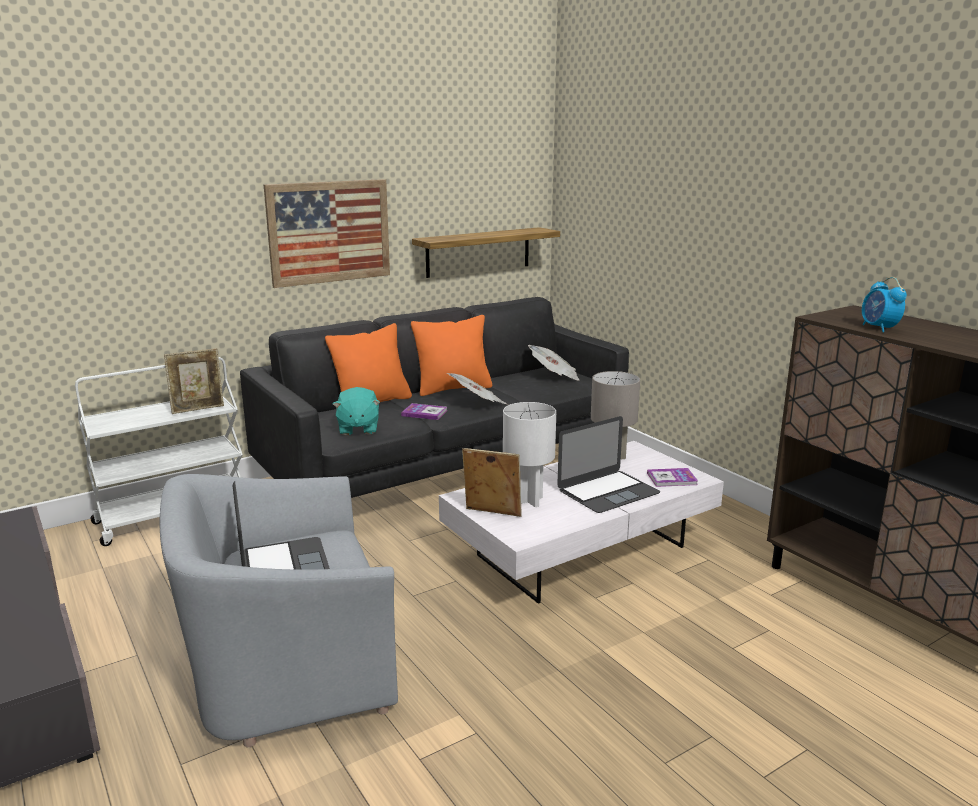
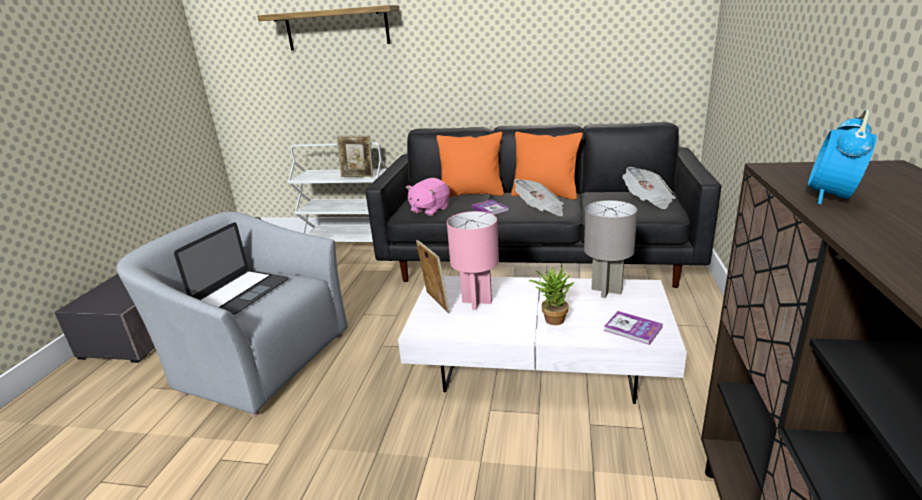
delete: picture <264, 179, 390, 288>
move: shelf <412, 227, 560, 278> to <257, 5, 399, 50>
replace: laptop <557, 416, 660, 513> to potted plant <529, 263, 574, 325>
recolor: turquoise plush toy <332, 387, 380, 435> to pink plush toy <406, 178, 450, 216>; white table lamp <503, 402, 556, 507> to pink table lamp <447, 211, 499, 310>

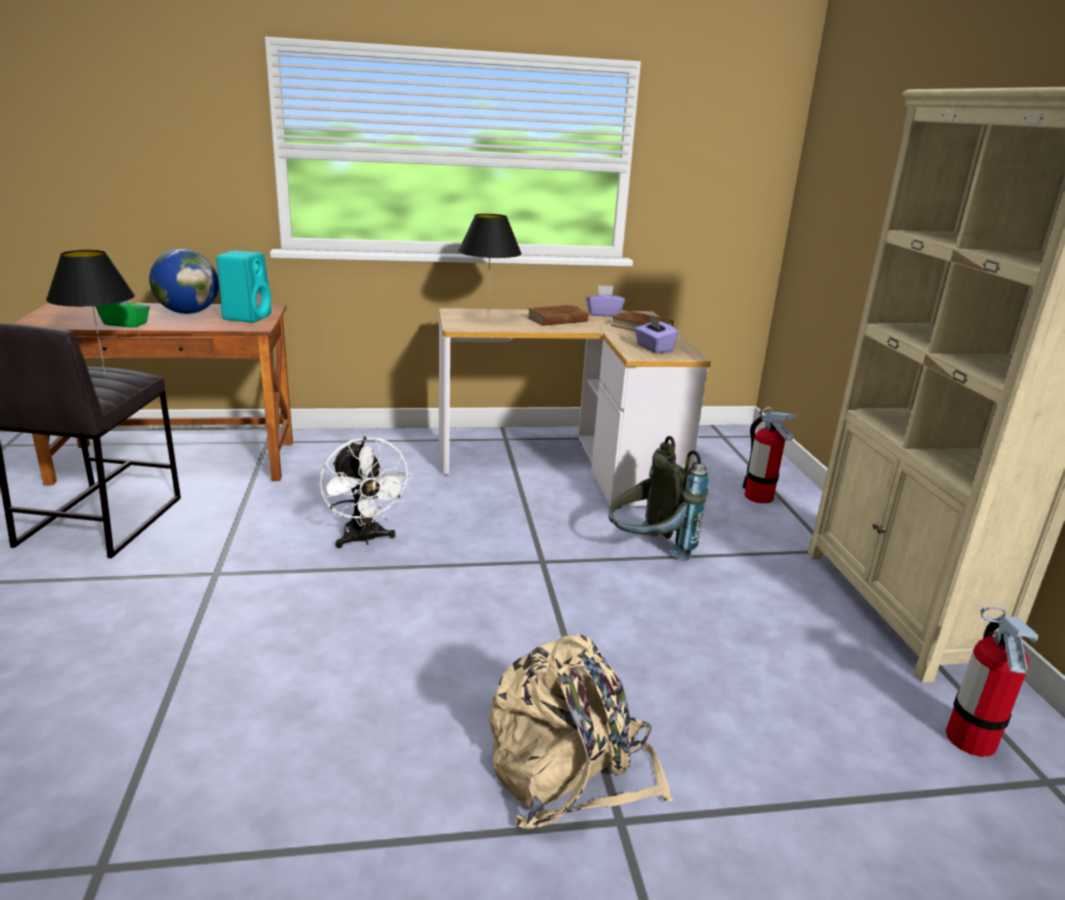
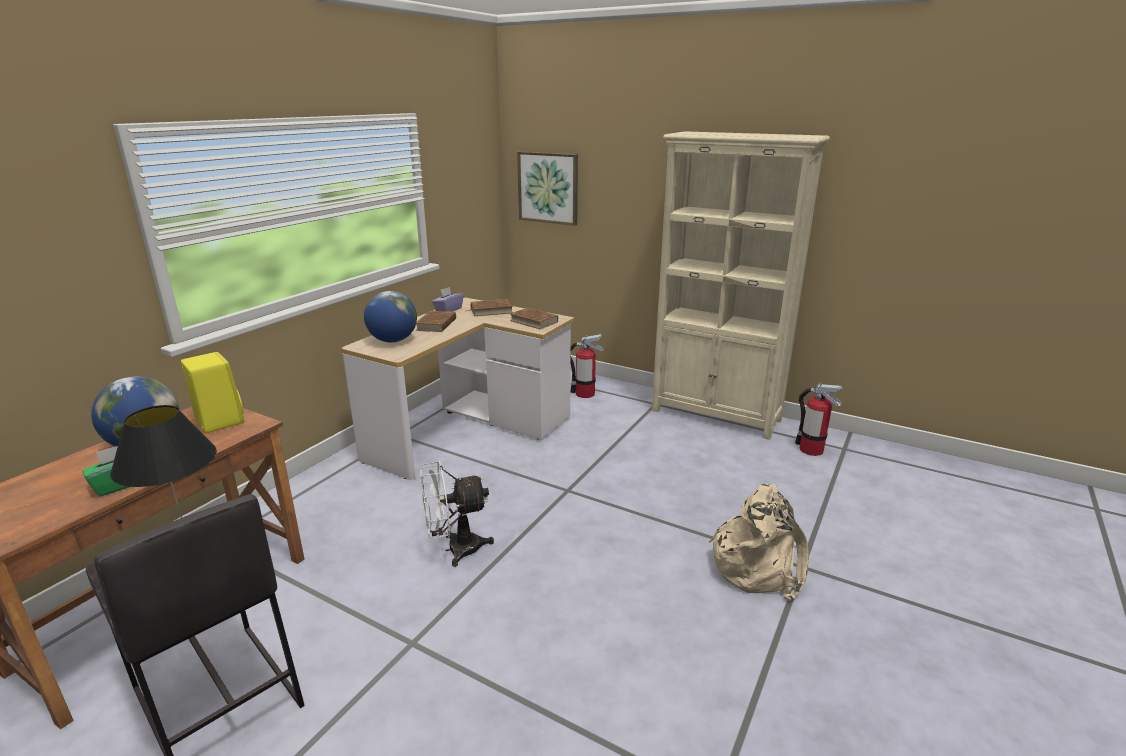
delete: grey backpack <608, 436, 708, 561>
insert: picture <517, 151, 578, 226>
replace: black table lamp <458, 214, 522, 317> to globe <364, 291, 417, 343>; purple tissue box <635, 316, 679, 353> to brown book <510, 307, 558, 329>
recolor: turquoise speaker <217, 250, 271, 323> to yellow speaker <181, 352, 244, 433>
rotate: white fan <319, 436, 413, 548> = <420, 461, 494, 567> 150 degrees clockwise

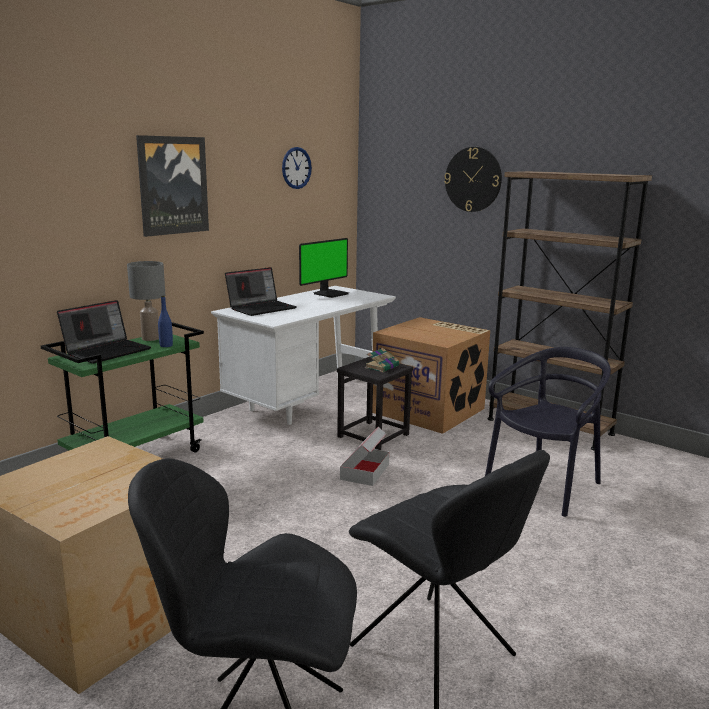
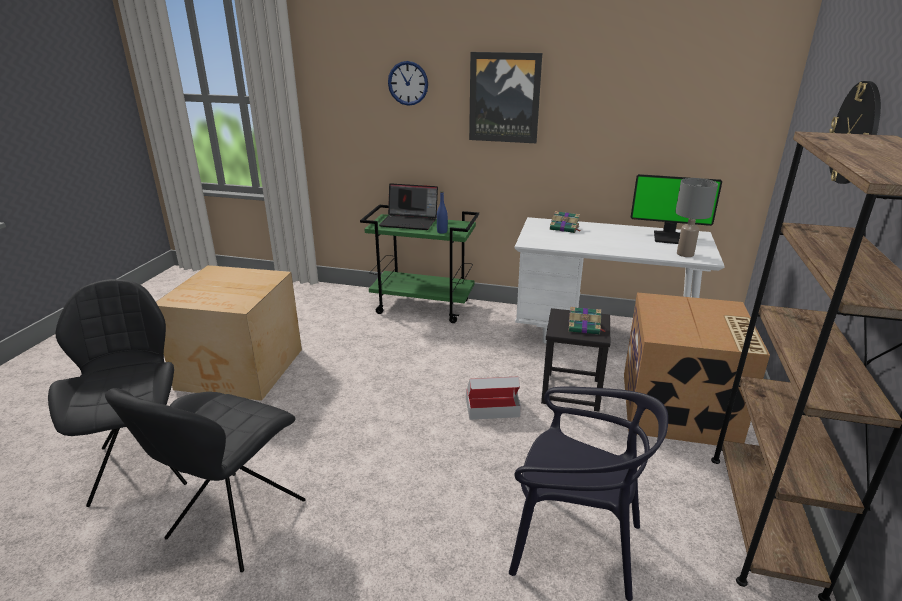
move: wall clock <282, 147, 312, 189> to <388, 61, 428, 106>; grey table lamp <127, 261, 165, 341> to <675, 178, 718, 257>
replace: laptop <225, 267, 297, 316> to book <550, 211, 581, 233>

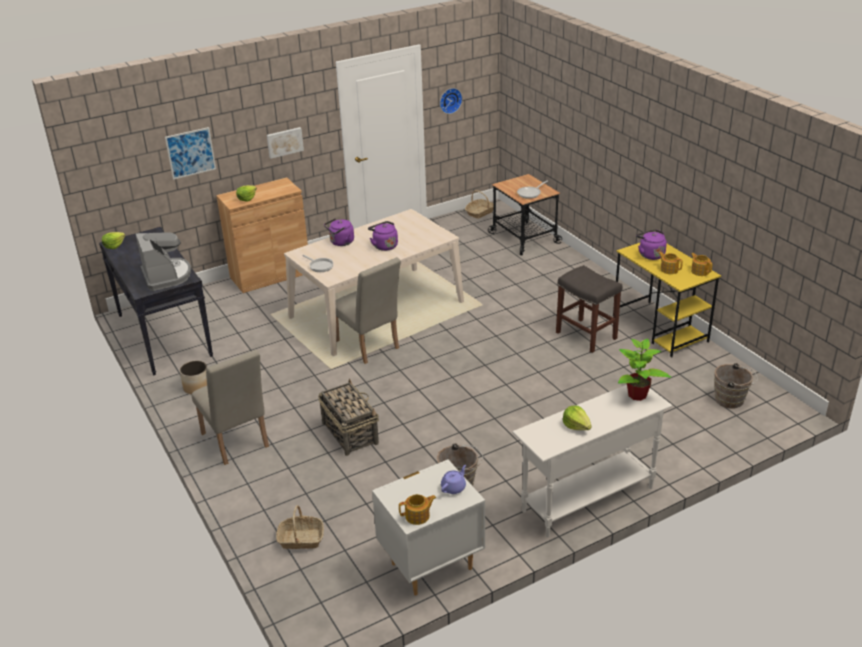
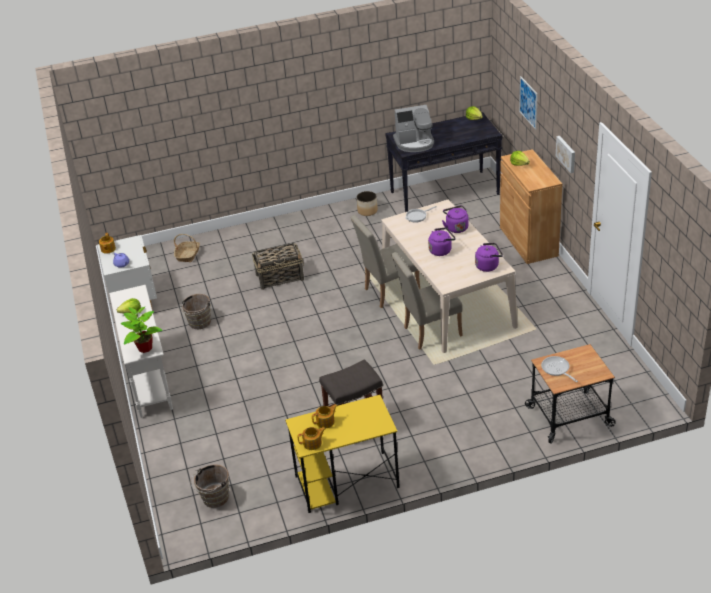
delete: wall clock <440, 88, 462, 114>; basket <465, 190, 493, 218>
move: purple kettle <636, 229, 667, 260> to <475, 243, 503, 272>; beige chair <192, 350, 269, 465> to <391, 252, 463, 350>

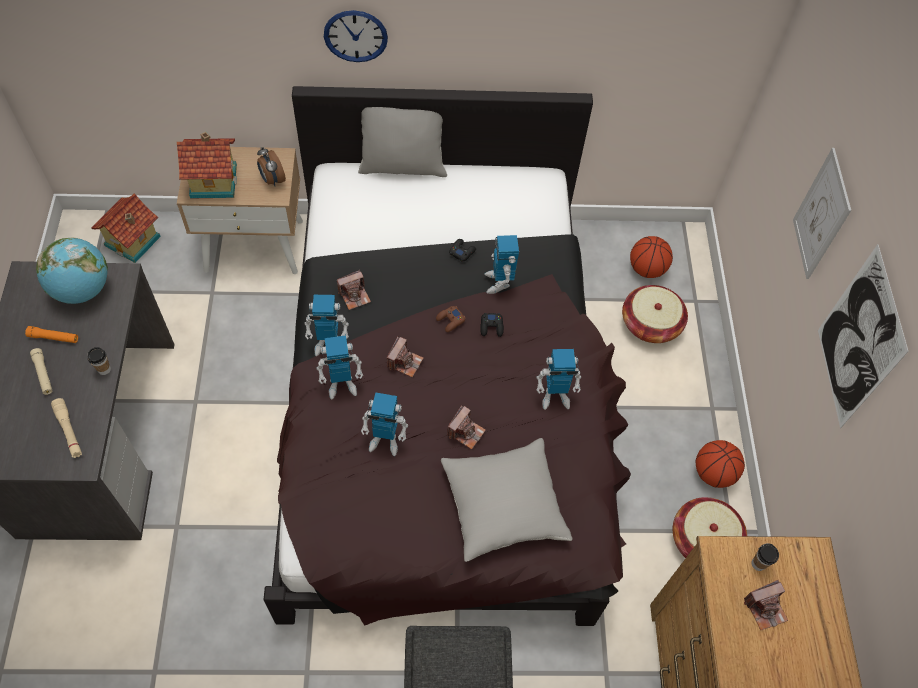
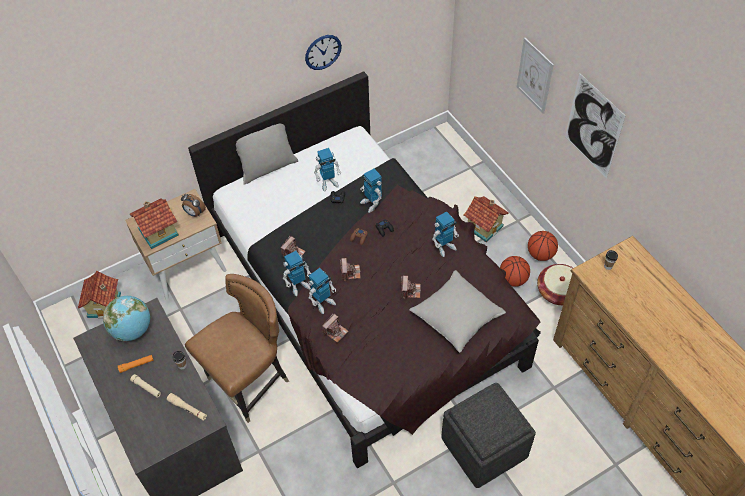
delete: basket <622, 285, 688, 343>
insert: toy house <464, 196, 508, 242>; brown chair <185, 274, 289, 423>
move: wall clock <324, 10, 388, 62> to <305, 35, 342, 70>; basketball <630, 236, 673, 278> to <500, 256, 530, 287>; toy robot <361, 392, 408, 456> to <314, 148, 341, 192>; photo camera <744, 580, 788, 630> to <322, 314, 349, 343>

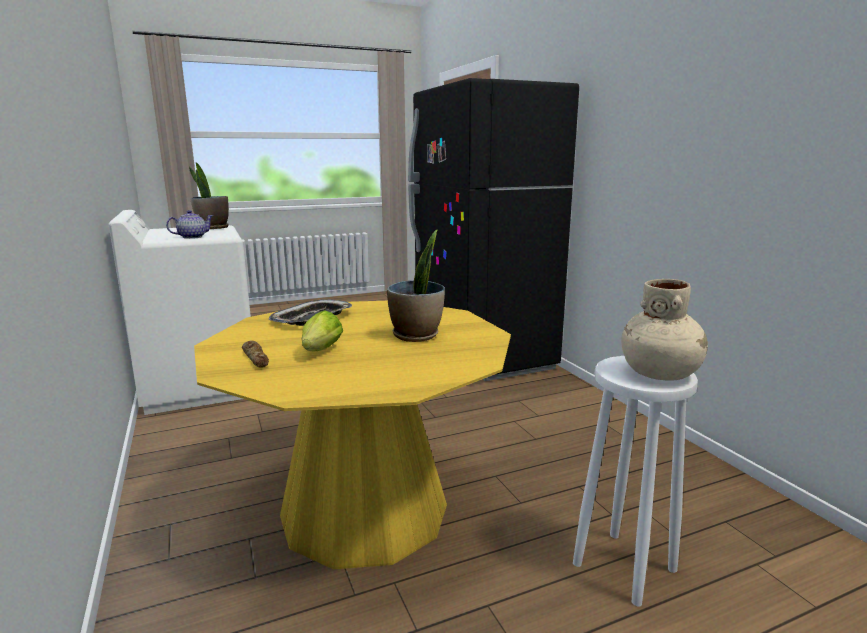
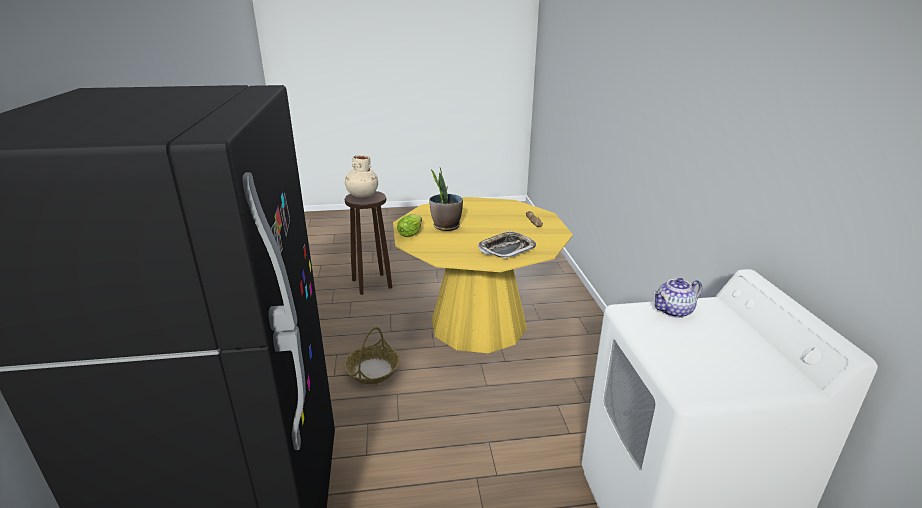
delete: potted plant <189, 162, 229, 229>
insert: basket <344, 327, 400, 384>
move: lettuce <302, 310, 343, 351> to <397, 214, 422, 237>
recolor: white stool <573, 356, 698, 606> to brown stool <345, 191, 392, 295>

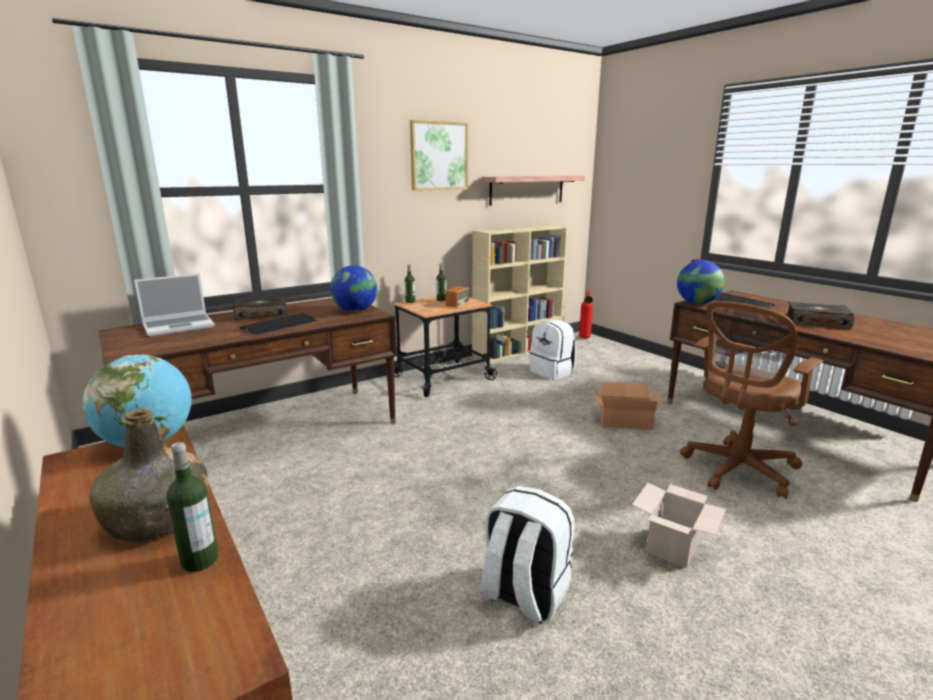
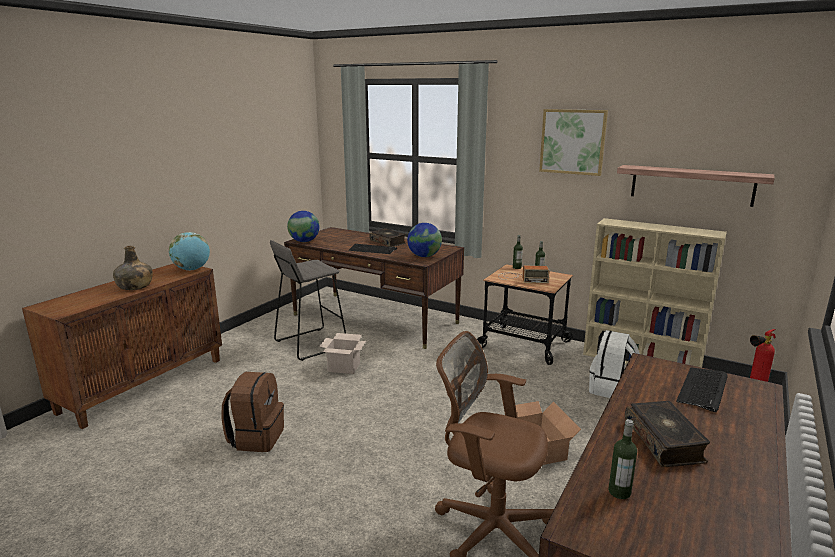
delete: laptop <134, 273, 215, 337>
insert: grey stool <270, 240, 346, 361>
move: globe <677, 260, 725, 304> to <287, 211, 319, 242>; bottle <167, 442, 218, 572> to <608, 419, 637, 499>; cardboard box <632, 483, 726, 569> to <319, 333, 366, 374>
recolor: white backpack <481, 486, 574, 624> to brown backpack <221, 372, 284, 452>

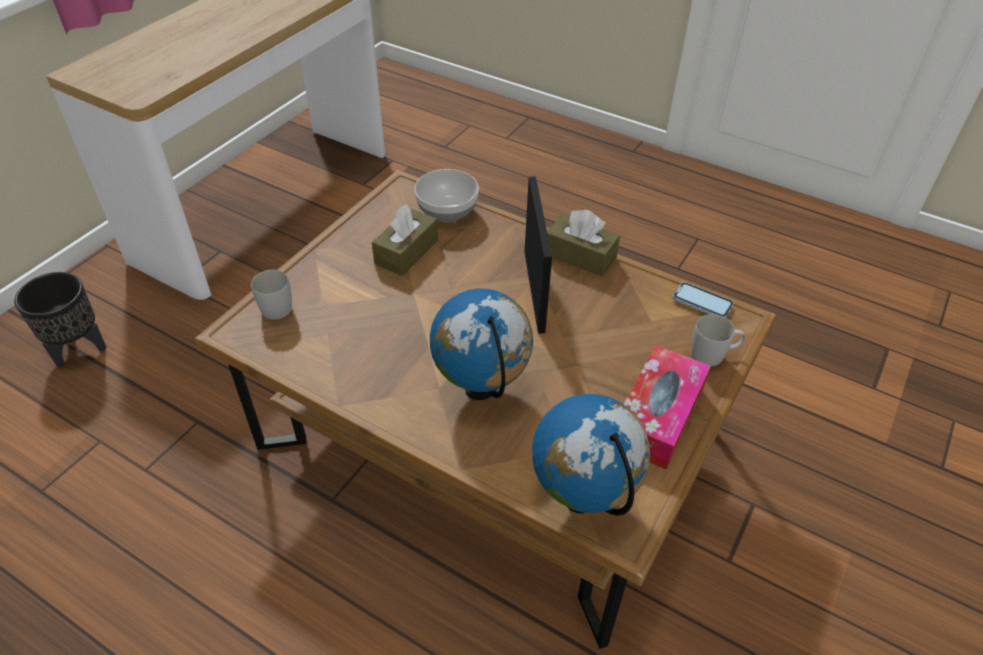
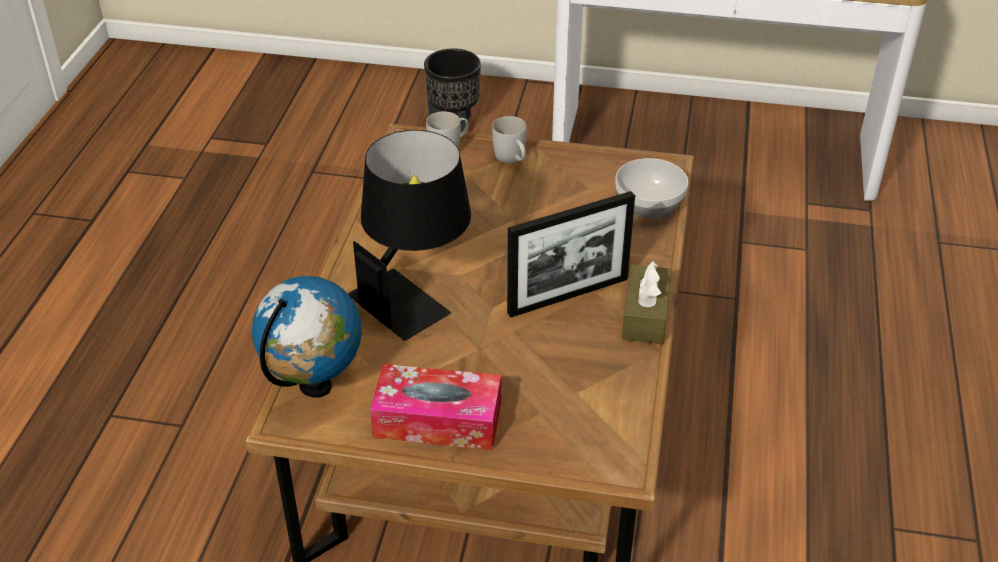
delete: brown tissue box <372, 205, 438, 276>; phone <673, 282, 734, 318>
move: white mug <691, 314, 745, 366> to <492, 116, 527, 163>
replace: globe <430, 289, 533, 400> to black table lamp <348, 130, 471, 341>

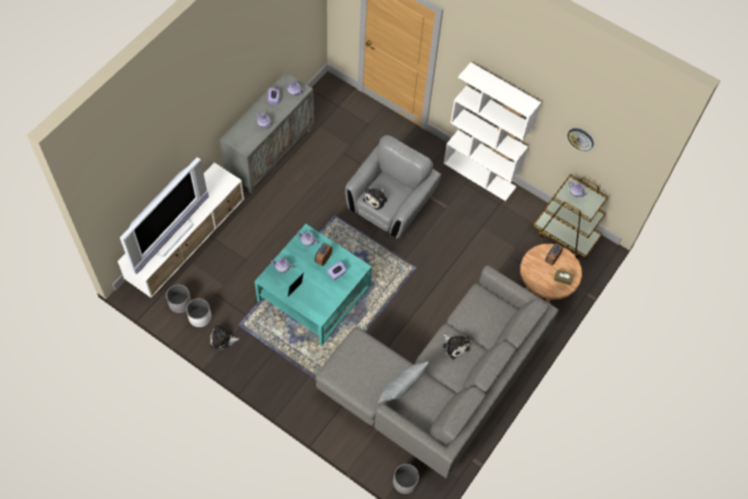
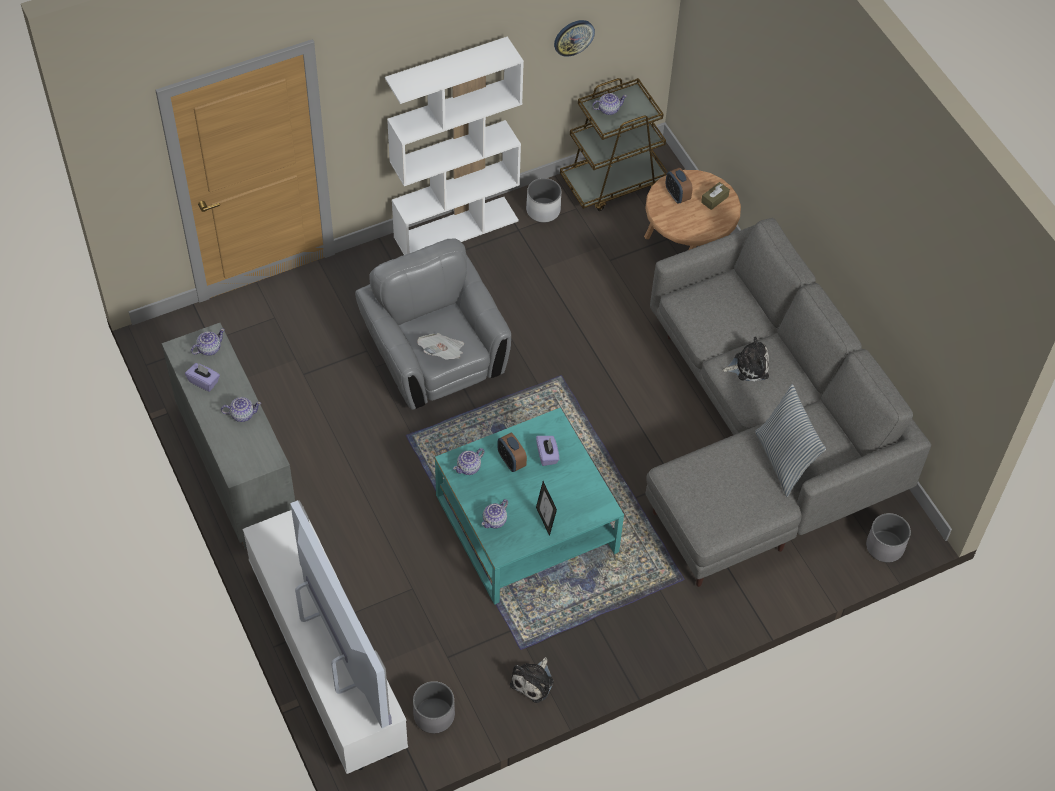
move: white planter <186, 299, 212, 327> to <526, 178, 561, 223>
replace: plush toy <363, 187, 387, 210> to newspaper <417, 333, 464, 360>

